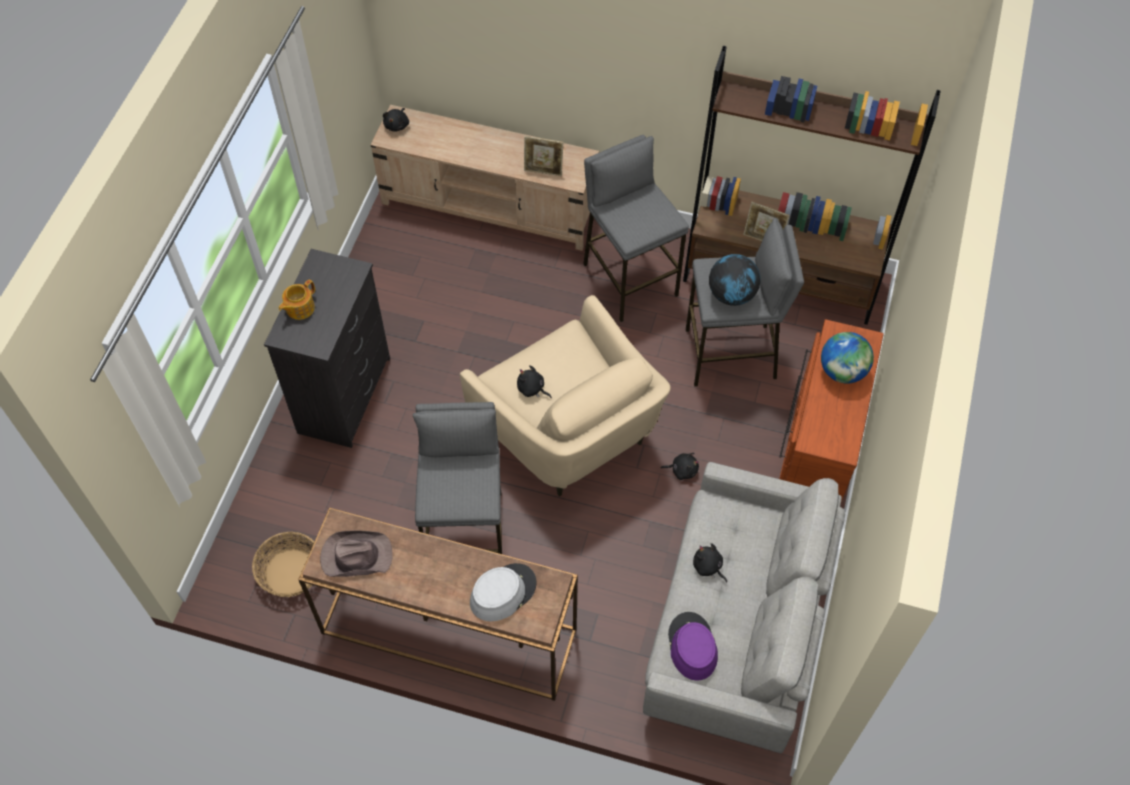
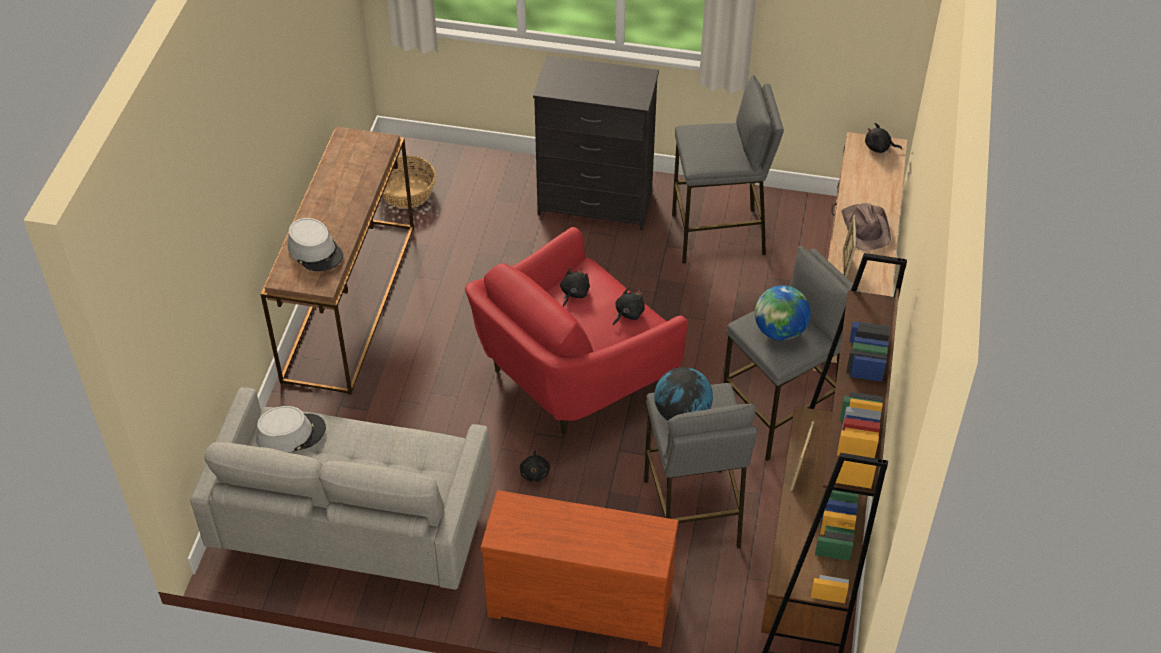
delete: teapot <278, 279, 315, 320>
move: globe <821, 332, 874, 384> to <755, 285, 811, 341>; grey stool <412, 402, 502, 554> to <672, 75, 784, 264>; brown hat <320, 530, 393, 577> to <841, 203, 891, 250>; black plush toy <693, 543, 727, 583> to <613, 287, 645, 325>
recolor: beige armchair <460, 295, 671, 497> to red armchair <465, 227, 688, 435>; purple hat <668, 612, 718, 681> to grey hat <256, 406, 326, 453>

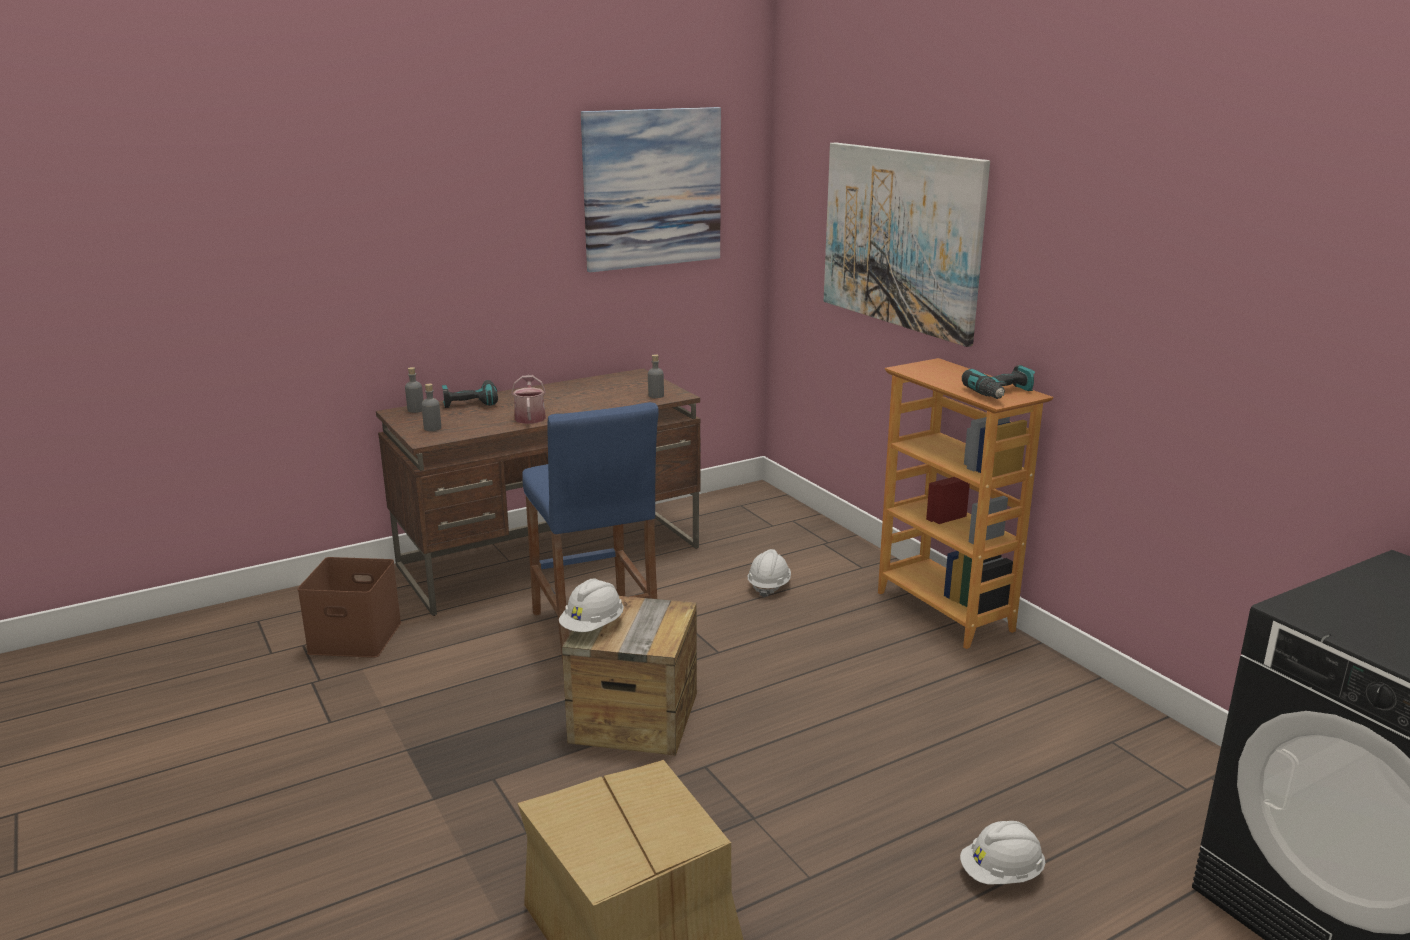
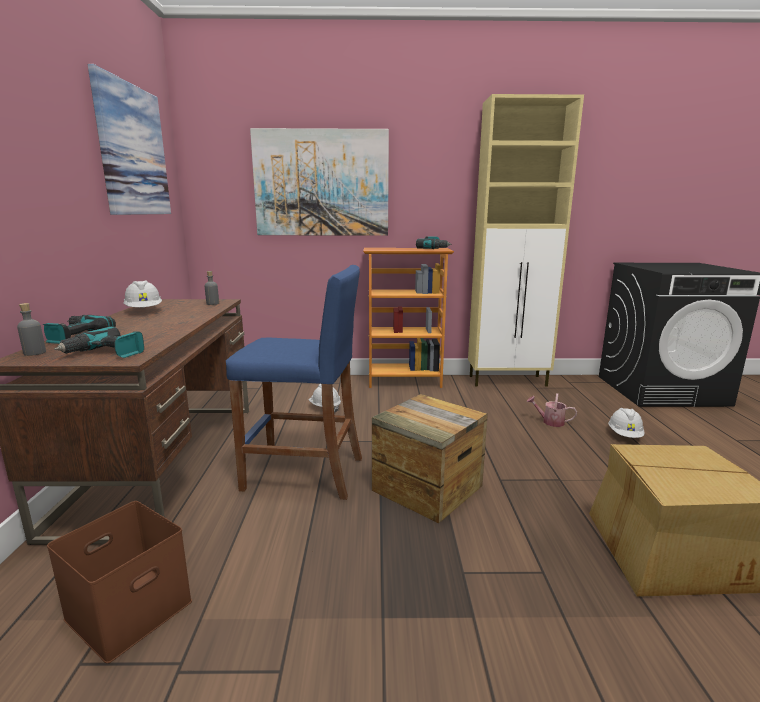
insert: beige cabinet <468, 94, 584, 386>
move: watering can <511, 374, 546, 424> to <526, 393, 577, 427>; white hard hat <559, 579, 624, 632> to <123, 280, 162, 308>
replace: grey bottle <422, 384, 441, 431> to power drill <54, 326, 144, 358>

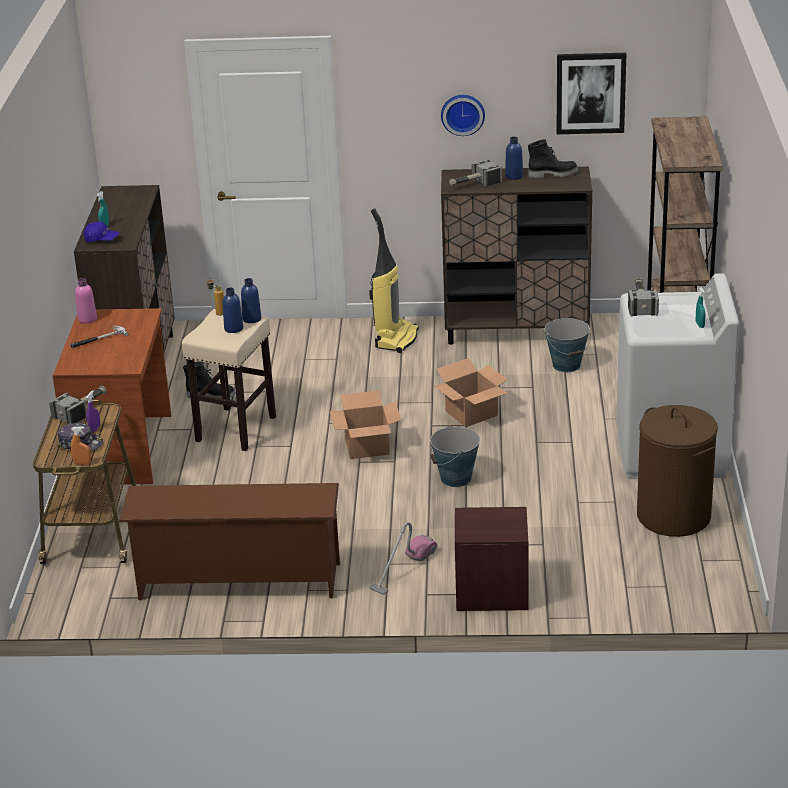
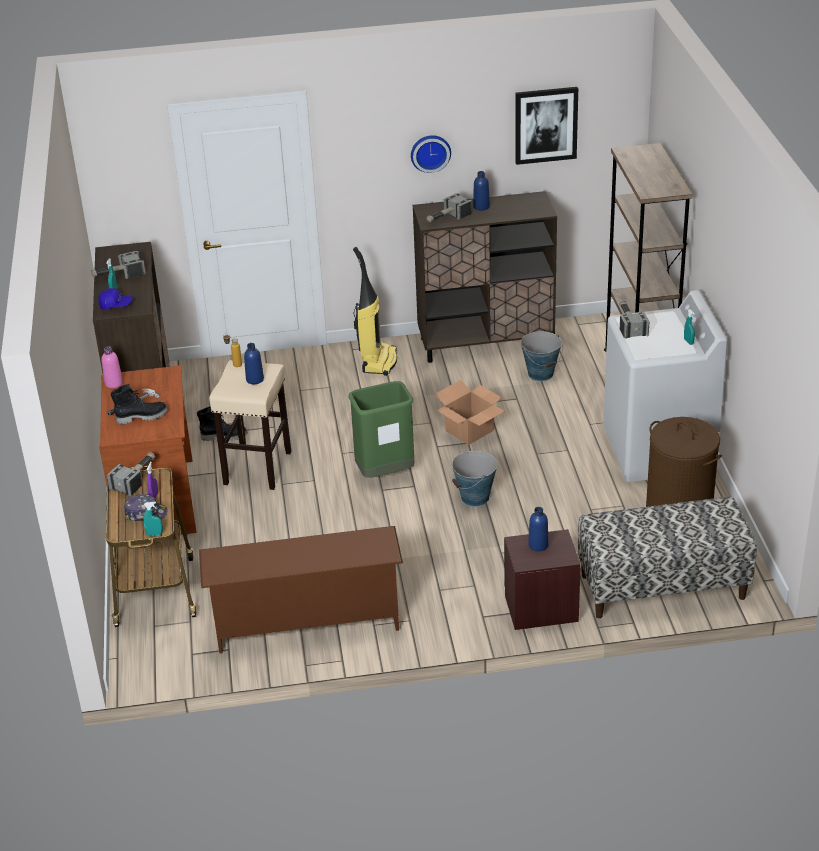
delete: vacuum cleaner <369, 522, 437, 595>
insert: hammer <91, 251, 146, 279>; bench <578, 497, 757, 618>
move: black boot <528, 139, 578, 178> to <110, 384, 168, 424>; blue bottle <241, 278, 261, 323> to <528, 507, 548, 551>
replace: cardboard box <330, 390, 401, 459> to green trash can <348, 381, 414, 478>
recolor: orange spray bottle <71, 427, 91, 464> to turquoise spray bottle <143, 502, 163, 536>

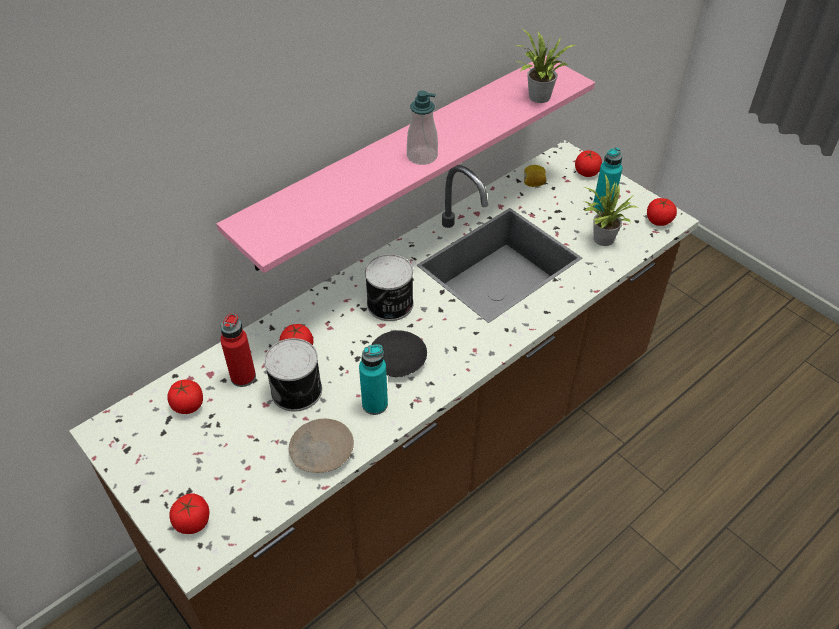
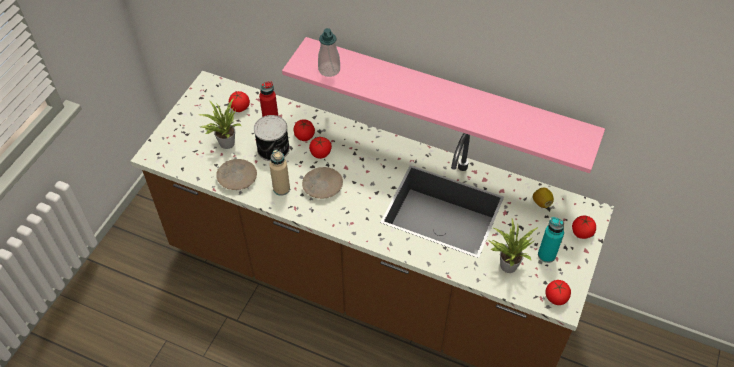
delete: can <365, 254, 413, 321>
move: potted plant <514, 28, 575, 103> to <199, 98, 241, 149>; soap dispenser <407, 90, 438, 165> to <318, 28, 340, 77>; tomato <170, 493, 210, 534> to <309, 137, 332, 159>
recolor: black plate <371, 330, 427, 377> to beige plate <302, 167, 343, 199>; turquoise bottle <359, 344, 388, 415> to beige bottle <269, 150, 290, 196>

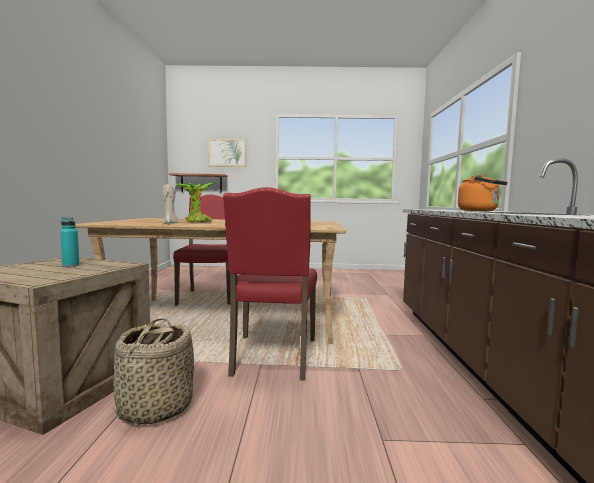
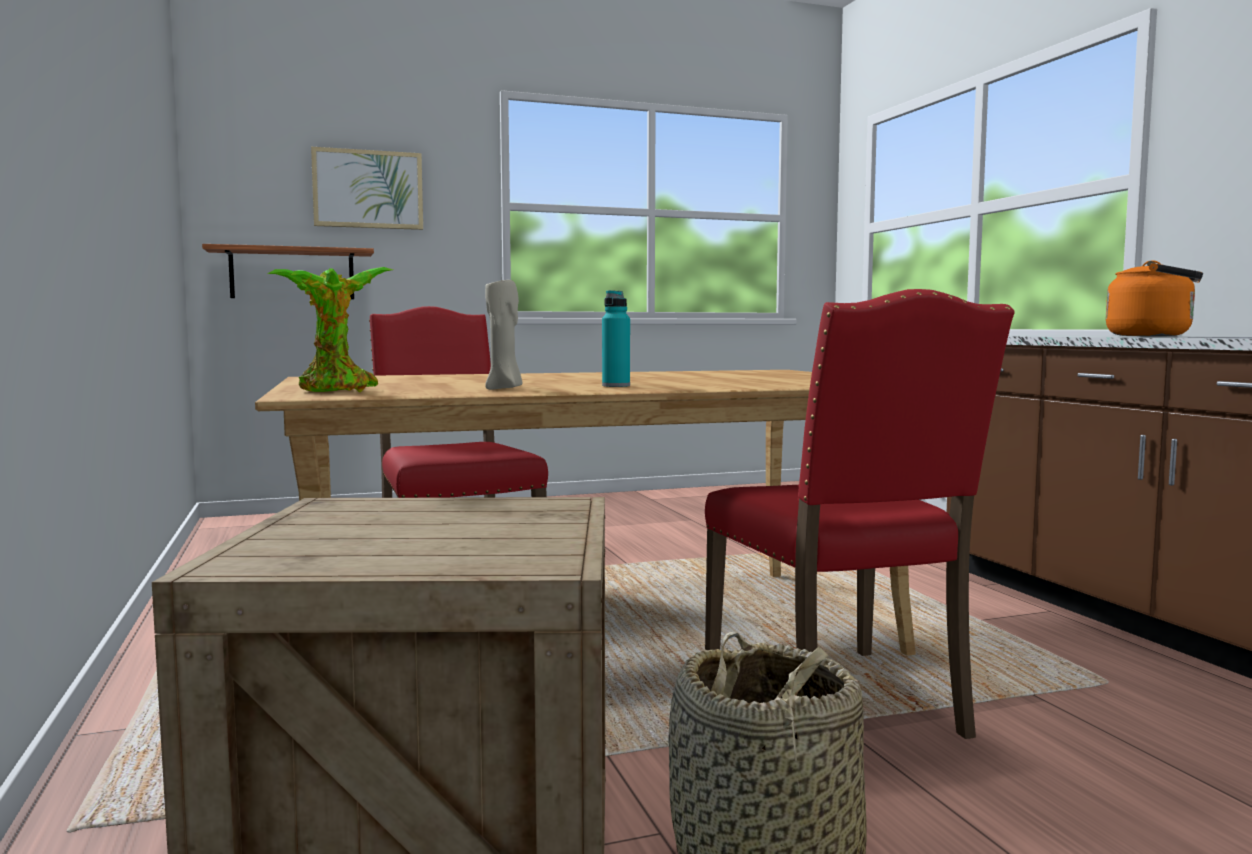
move: potted plant <176, 183, 215, 223> to <267, 267, 393, 392>; turquoise bottle <60, 217, 80, 267> to <602, 290, 630, 387>

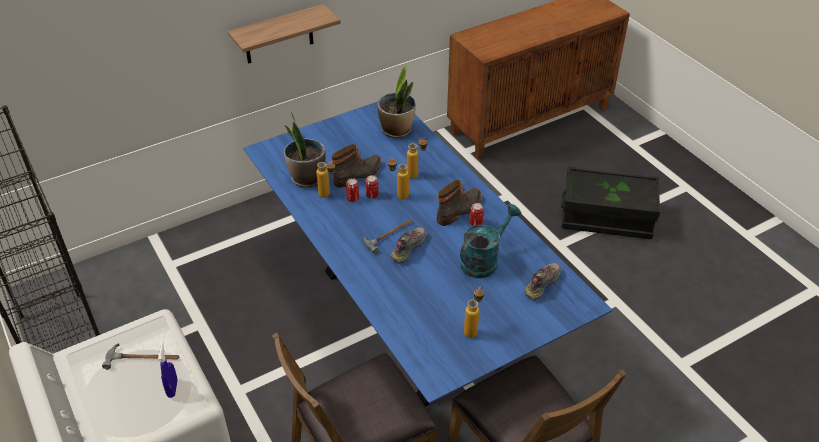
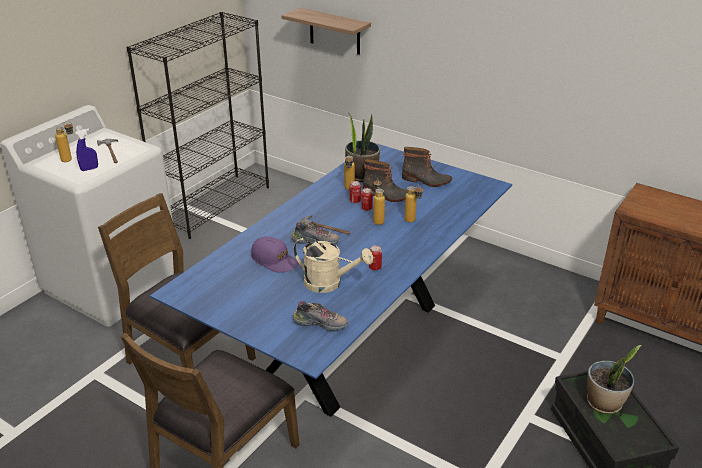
insert: purple cap <251, 236, 299, 273>
move: shelf <228, 4, 340, 64> to <282, 8, 371, 55>; potted plant <378, 63, 416, 138> to <587, 345, 641, 414>; boot <437, 180, 481, 226> to <402, 147, 452, 187>; bottle <464, 287, 484, 338> to <55, 121, 73, 162>
recolor: turquoise watering can <460, 204, 521, 278> to beige watering can <293, 237, 373, 293>

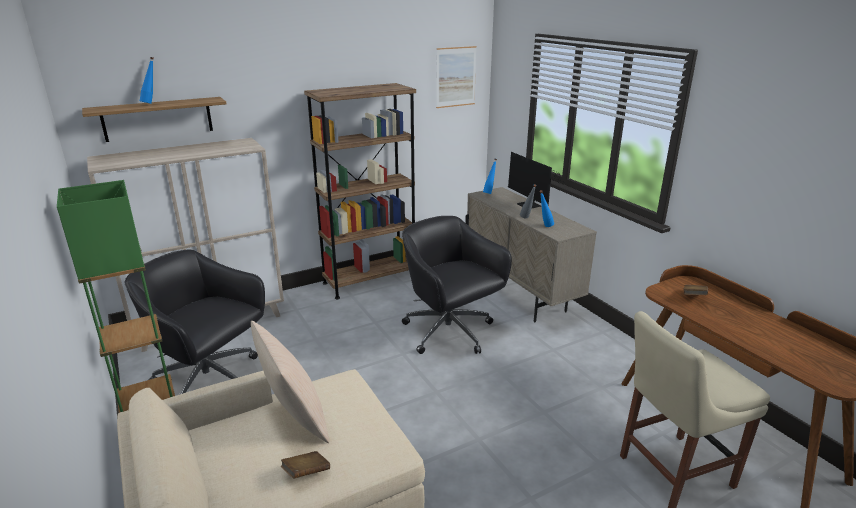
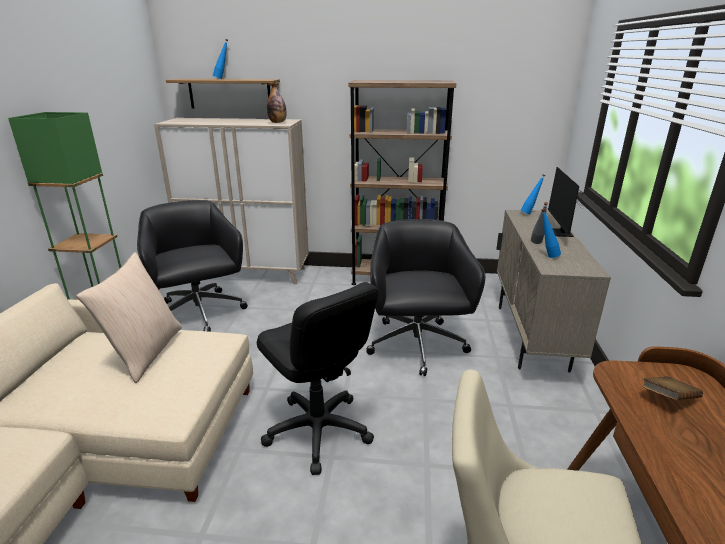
delete: picture <436, 46, 477, 108>; brown book <281, 451, 330, 479>
insert: bottle <267, 83, 287, 123>; black office chair <257, 282, 379, 475>

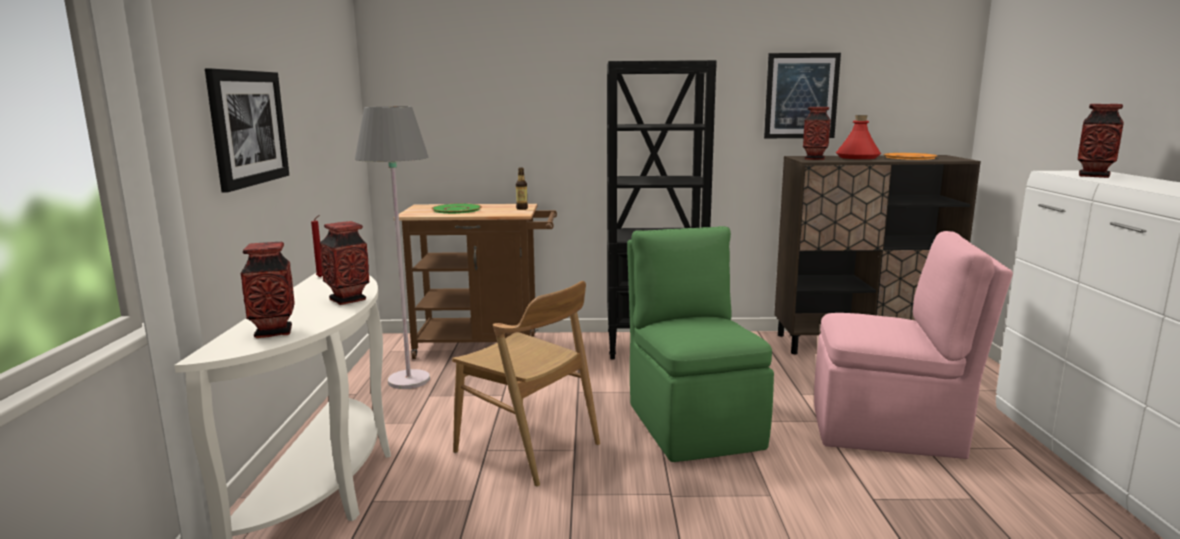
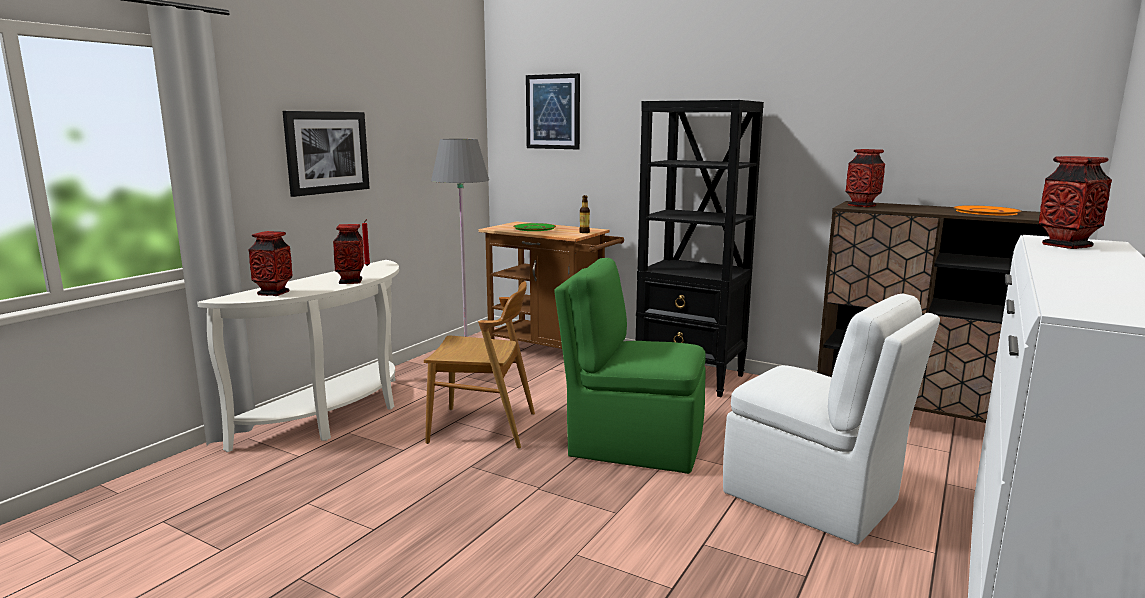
delete: red bottle <836, 115, 881, 159>
move: picture <764, 53, 841, 138> to <526, 73, 580, 149>
recolor: pink chair <814, 231, 1013, 459> to white chair <723, 293, 940, 545>
rotate: green chair <627, 226, 774, 462> = <554, 258, 706, 474> 90 degrees counterclockwise; brown chair <452, 281, 600, 487> = <424, 281, 535, 448> 60 degrees counterclockwise

